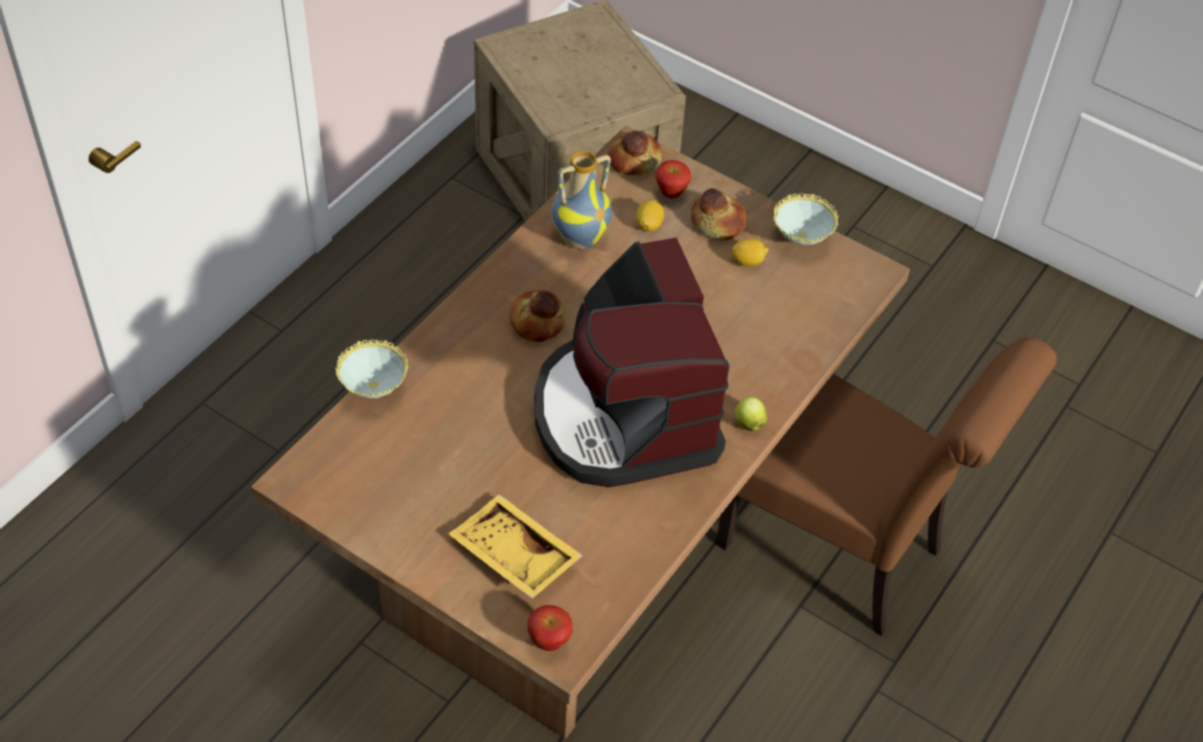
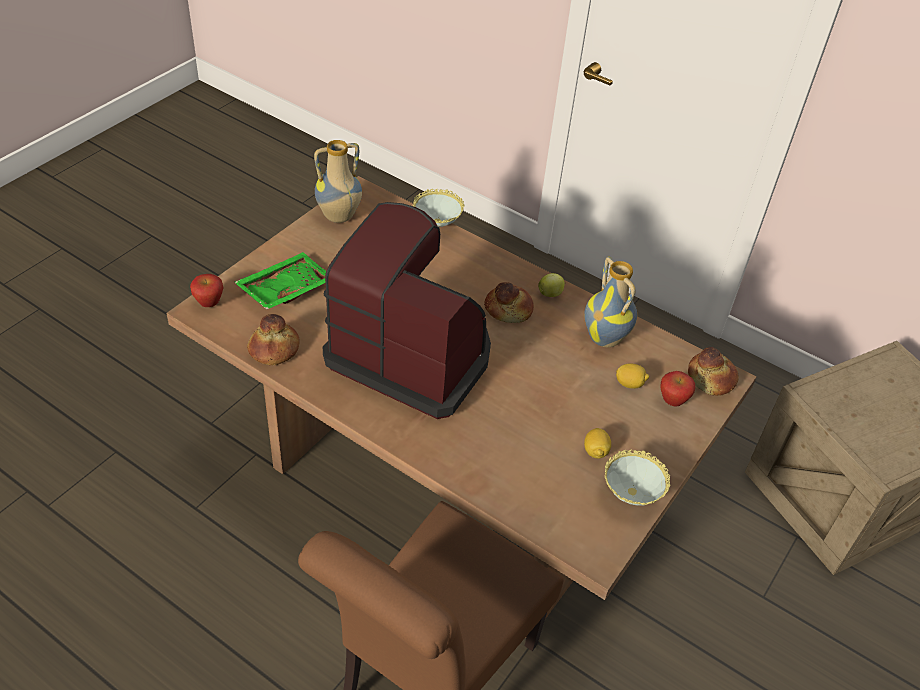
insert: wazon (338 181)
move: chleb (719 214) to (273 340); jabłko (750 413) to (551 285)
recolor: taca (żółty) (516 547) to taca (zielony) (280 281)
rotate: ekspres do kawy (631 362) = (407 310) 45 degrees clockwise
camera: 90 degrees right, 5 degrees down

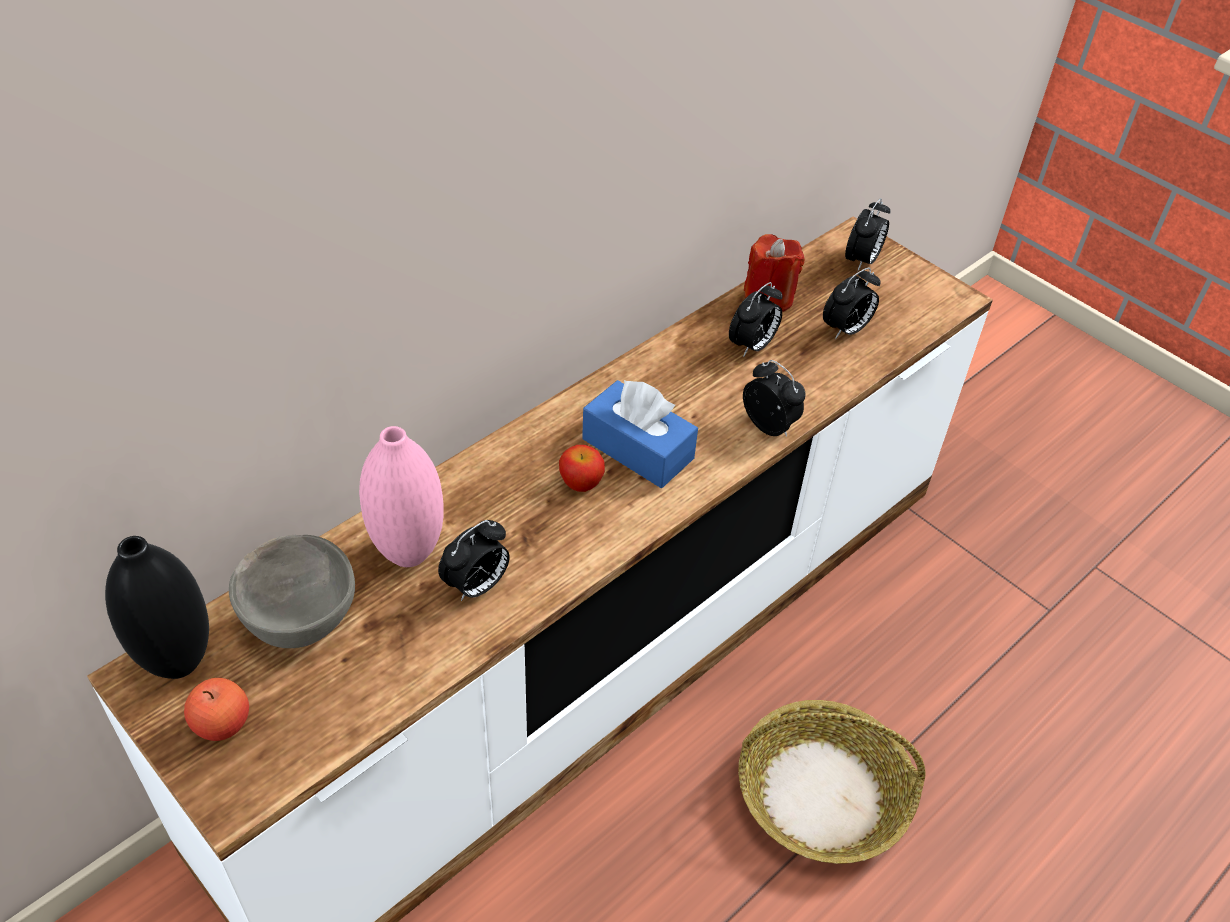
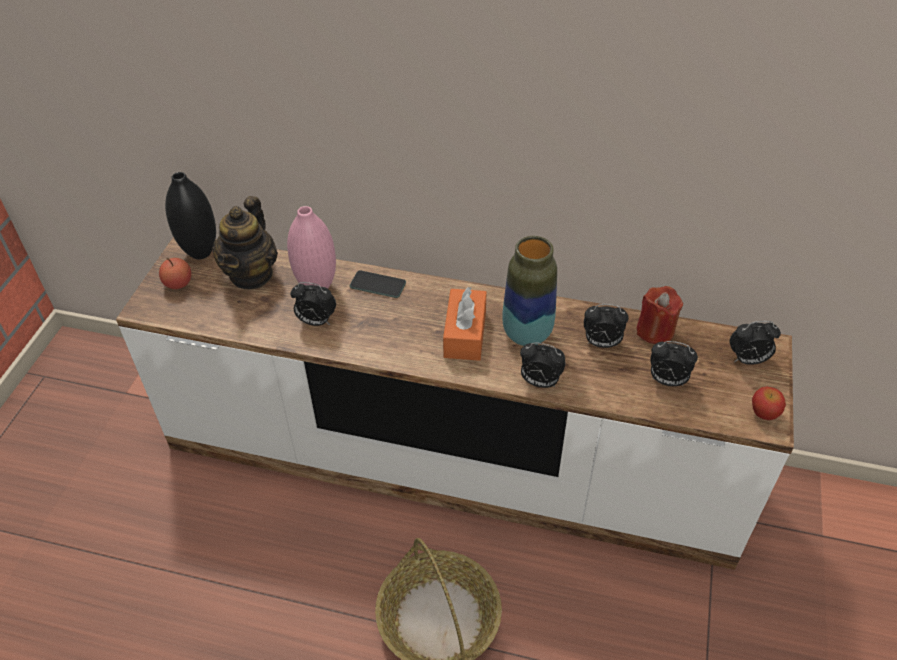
insert: wazon (529 291); telefon (378 284)
move: jabłko (582 468) to (769 403)
replace: miska (szary) (292 591) to imbryk (245 243)
recolor: pudełko chusteczek (niebieski) (640 434) to pudełko chusteczek (pomarańczowy) (465 324)
rotate: budzik (774 398) = (542 365) 90 degrees clockwise
camera: 60 degrees right, 0 degrees up

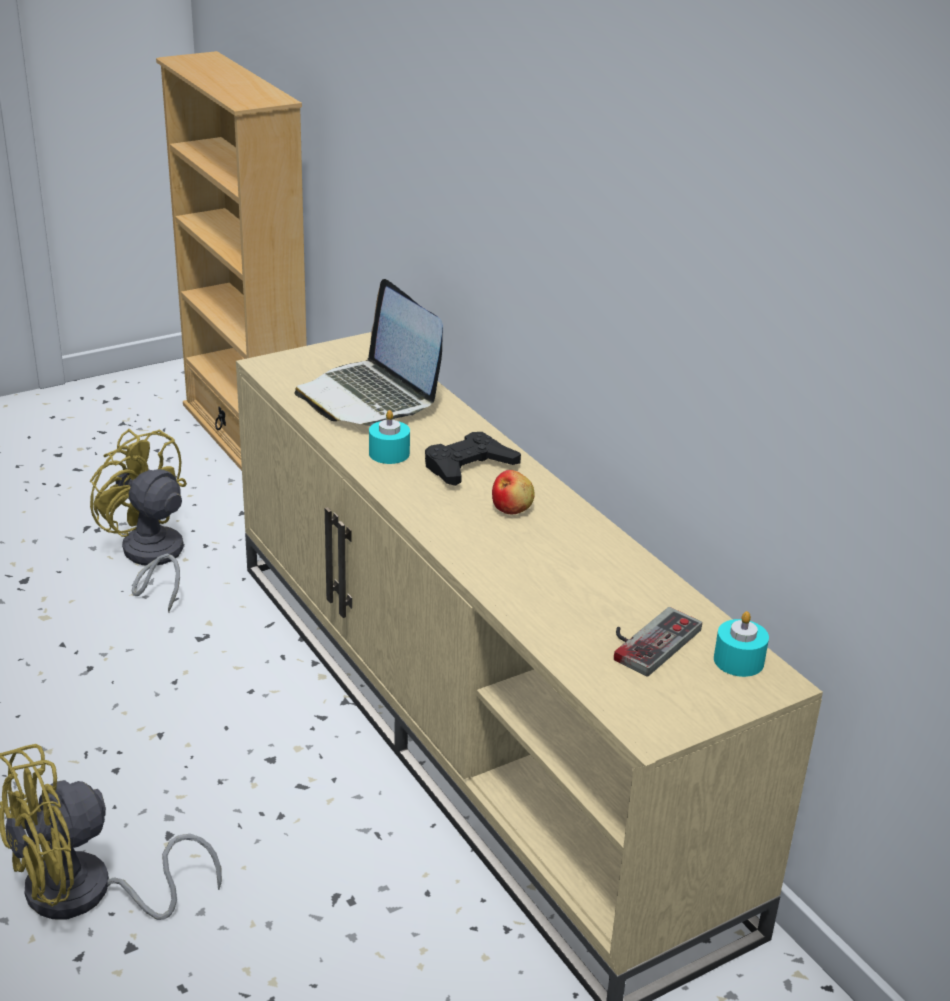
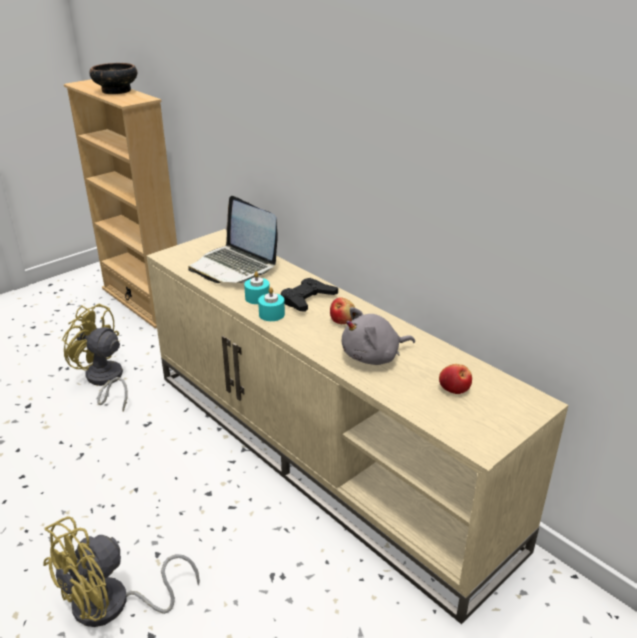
insert: miska (113 78); pluszak (szary) (378 336)
move: świeca (turkusowy) (741 644) to (271 304)
replace: pad do gier (658 642) to jabłko (455 379)
camera: 10 degrees left, 0 degrees up

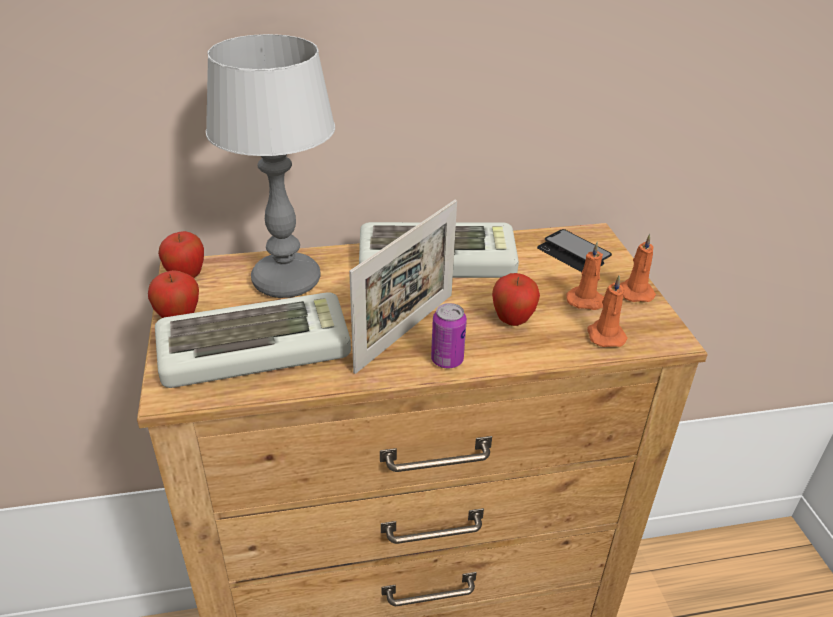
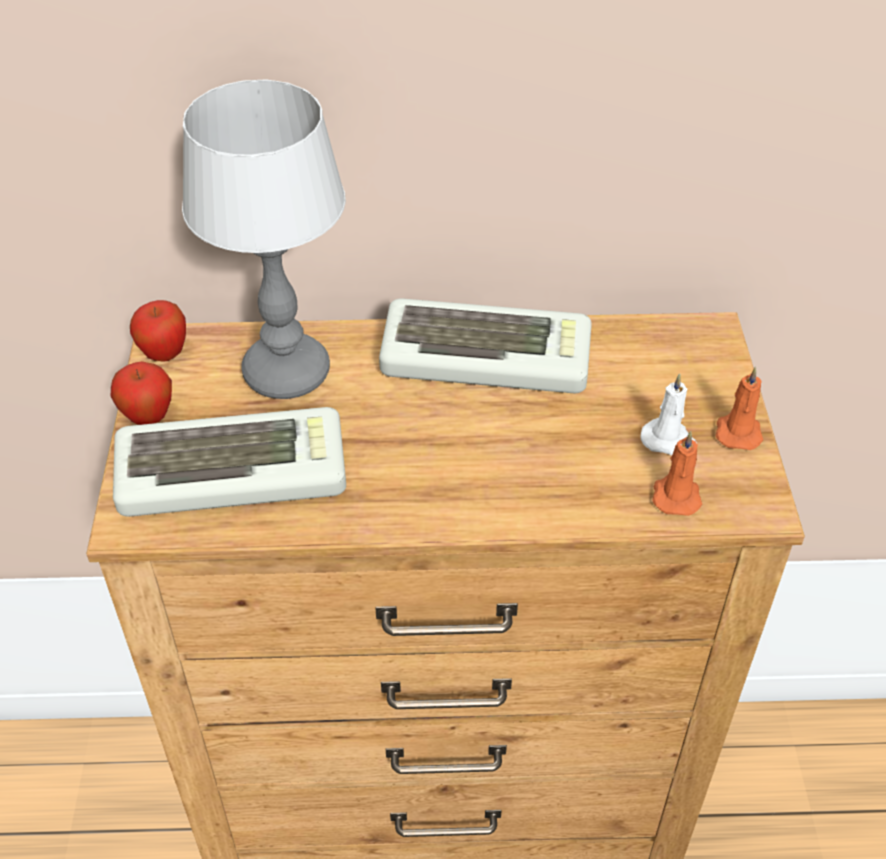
delete: ramka na zdjęcie (403 287); telefon (574 250); jabłko (516 299); puszka (449 335)
recolor: świeca (pomarańczowy) (585 275) to świeca (biały) (668 414)
camera: 10 degrees right, 10 degrees up

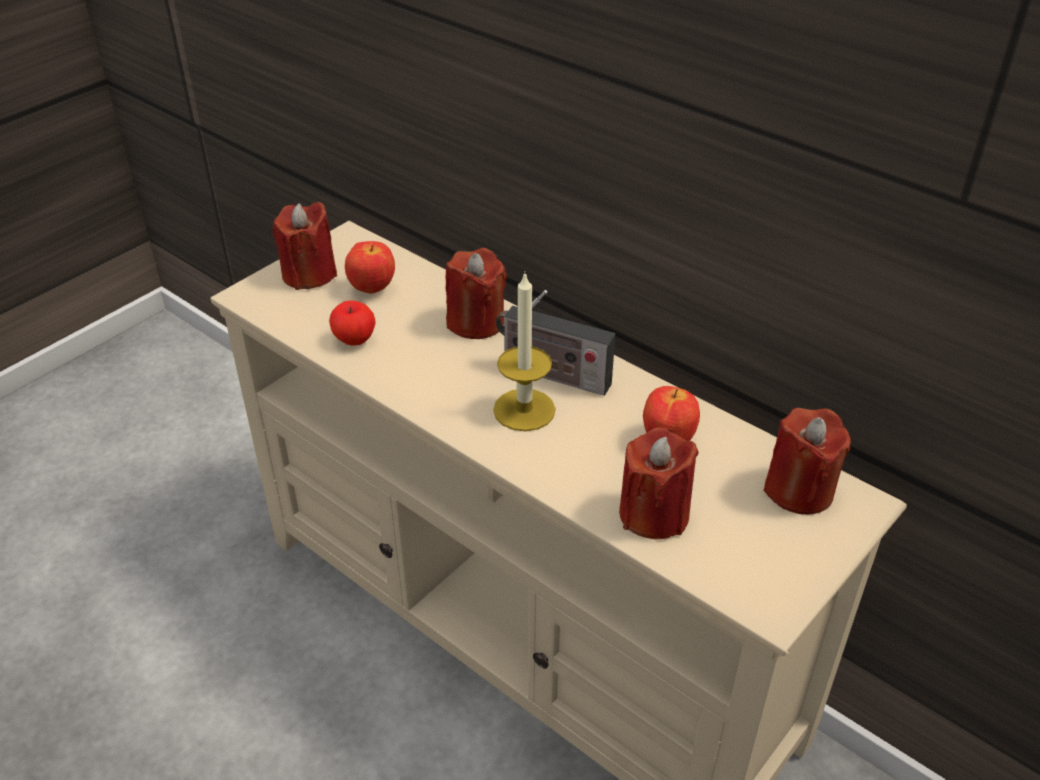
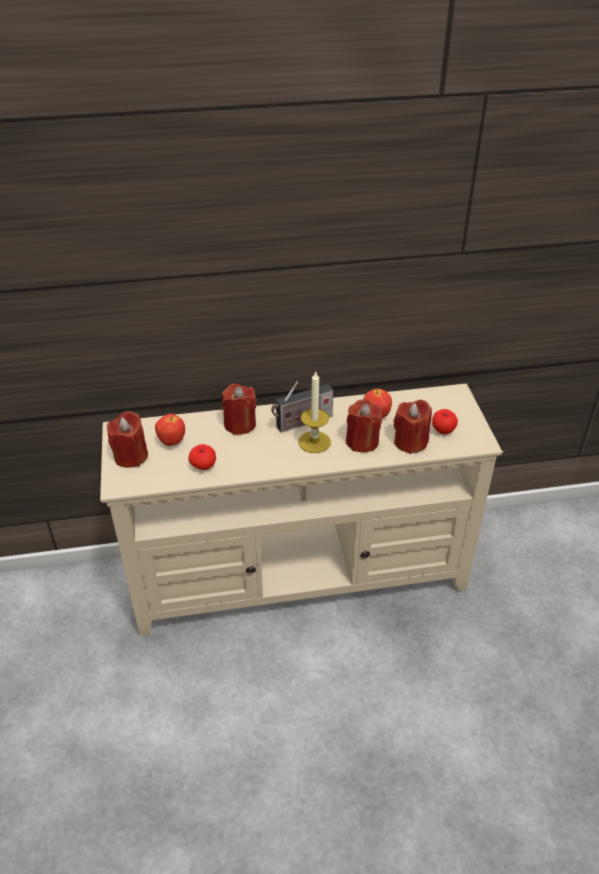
insert: jabłko (445 422)
move: świeca (czerwony) (807 461) to (364 426)
camera: 50 degrees left, 0 degrees up

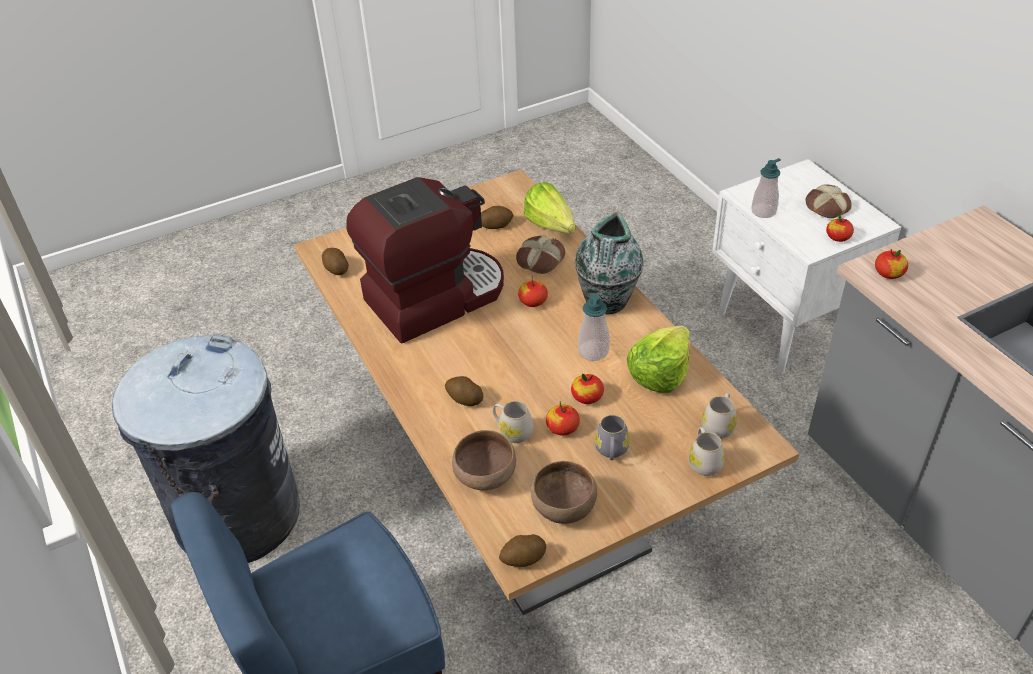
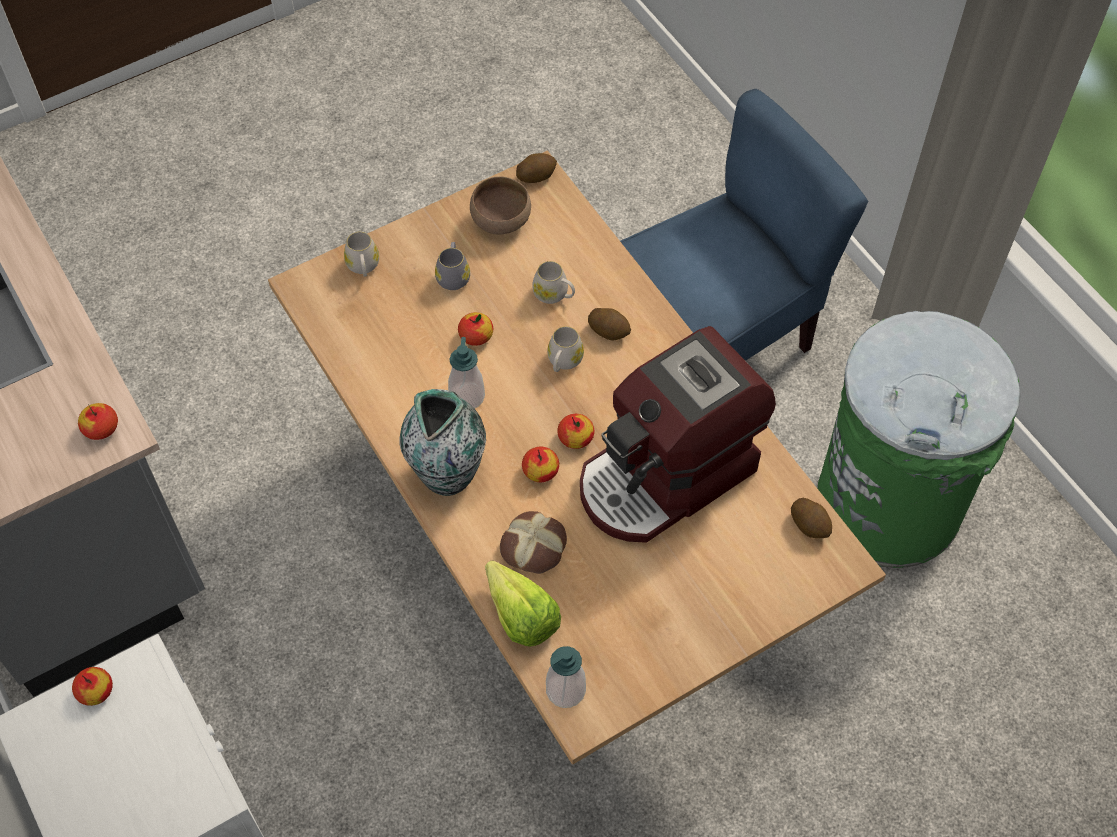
delete: chleb (828 201); ziemniak (497 217); sałata (658 359); miska (brązowy) (484 460)
move: dozownik mydła (766 188) to (566 677); kubek (biały) (719 416) to (565 349); jabłko (563 419) to (575 431)
recolor: kosz na śmieci (szary) (206 448) to kosz na śmieci (zielony) (919 439)
camera: 175 degrees right, 15 degrees up

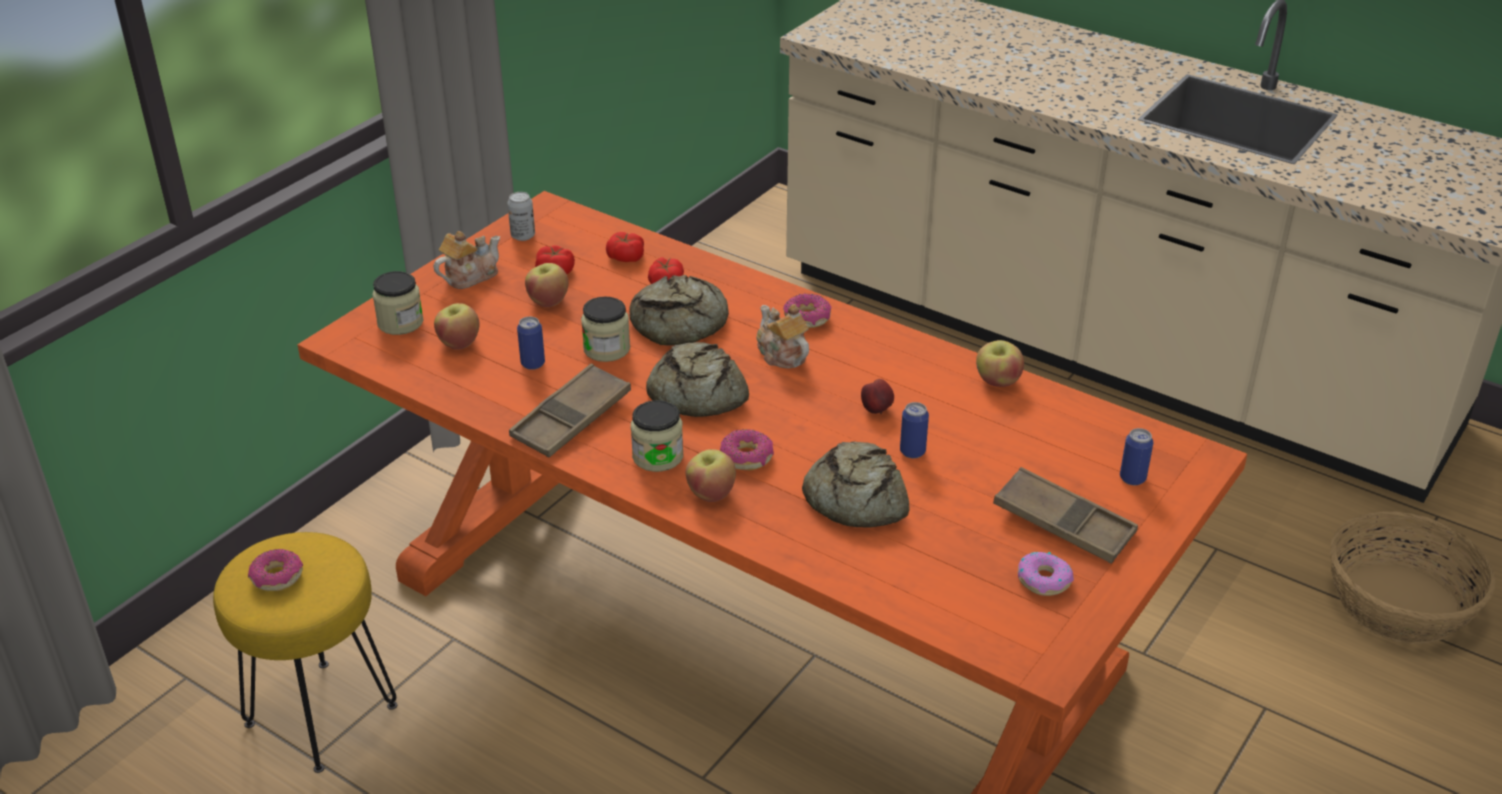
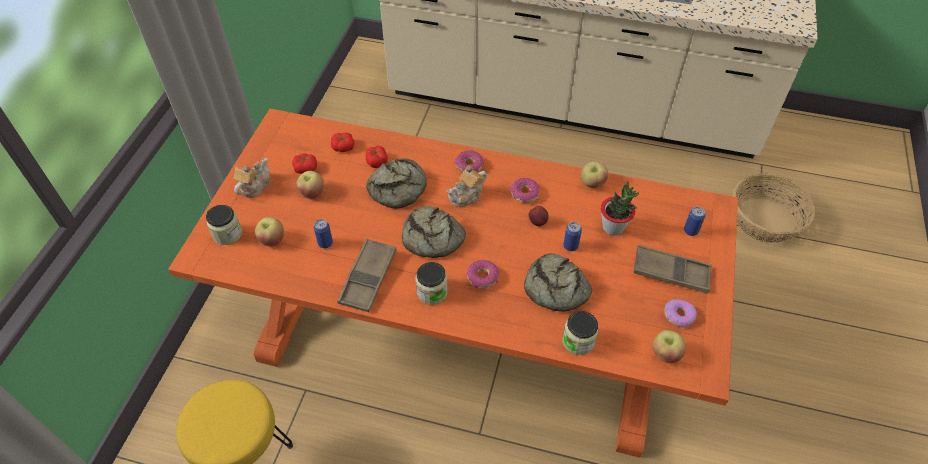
delete: puszka (521 216)
insert: roślina doniczkowa (620 208)
move: słoik (605 329) to (580 333); jabłko (711 475) to (669 346); donut (275 570) to (525 190)
rotate: imbryk (782 336) = (467 186) 75 degrees counterclockwise
camera: 20 degrees left, 15 degrees up

